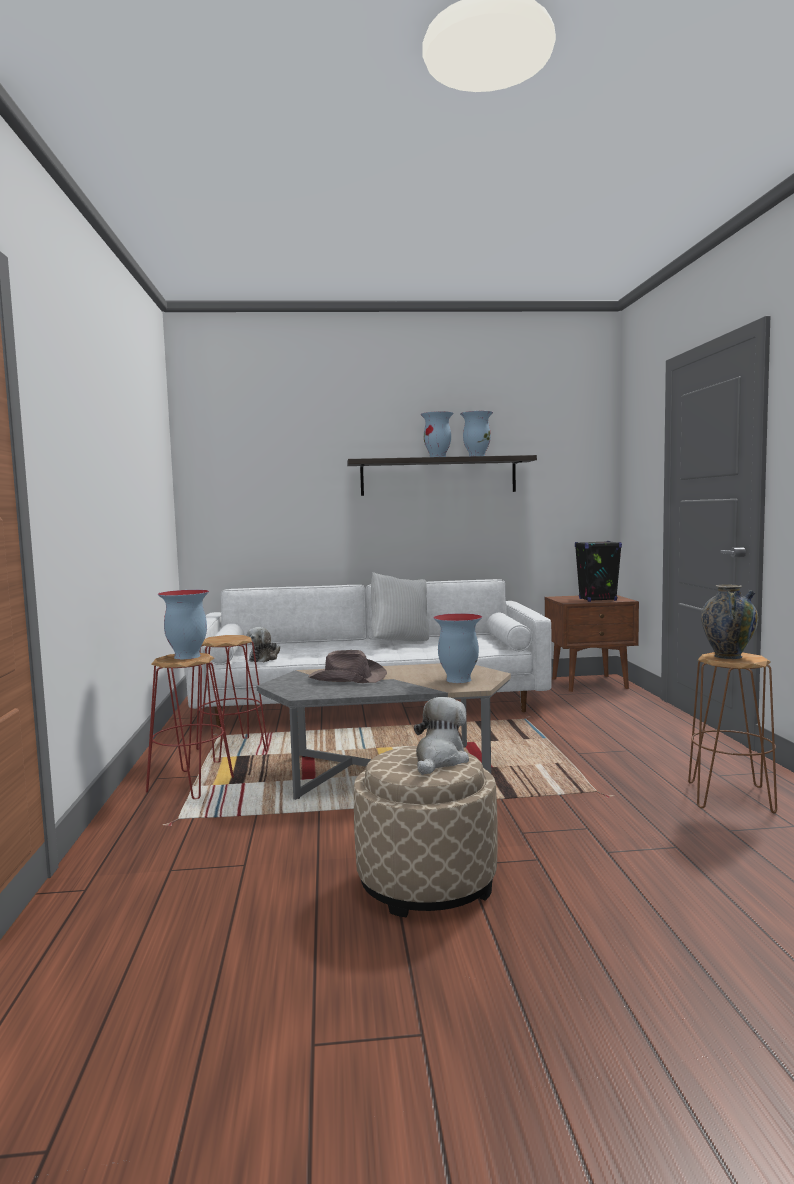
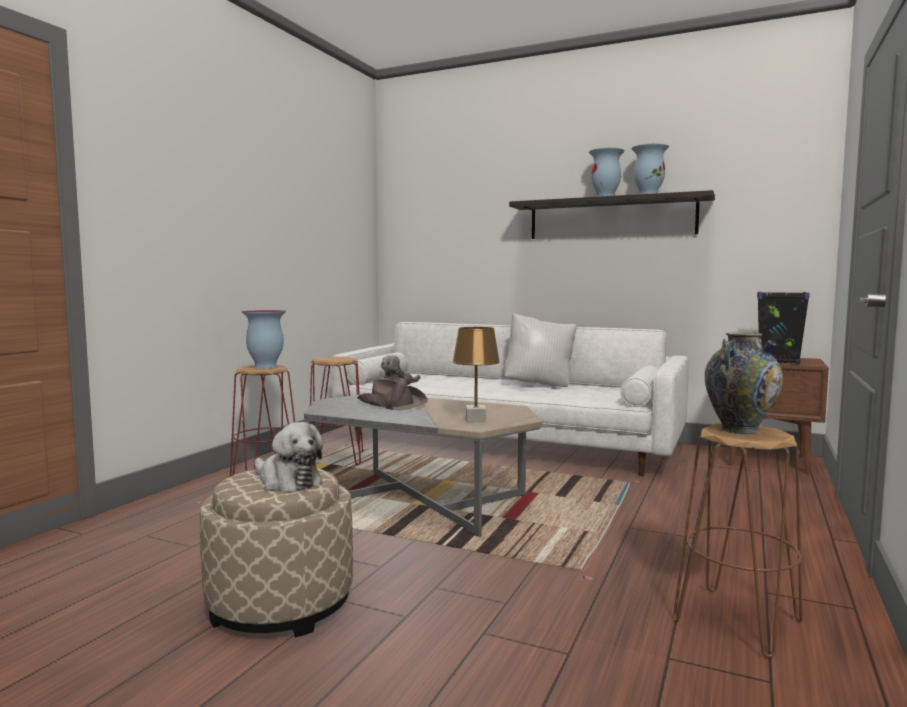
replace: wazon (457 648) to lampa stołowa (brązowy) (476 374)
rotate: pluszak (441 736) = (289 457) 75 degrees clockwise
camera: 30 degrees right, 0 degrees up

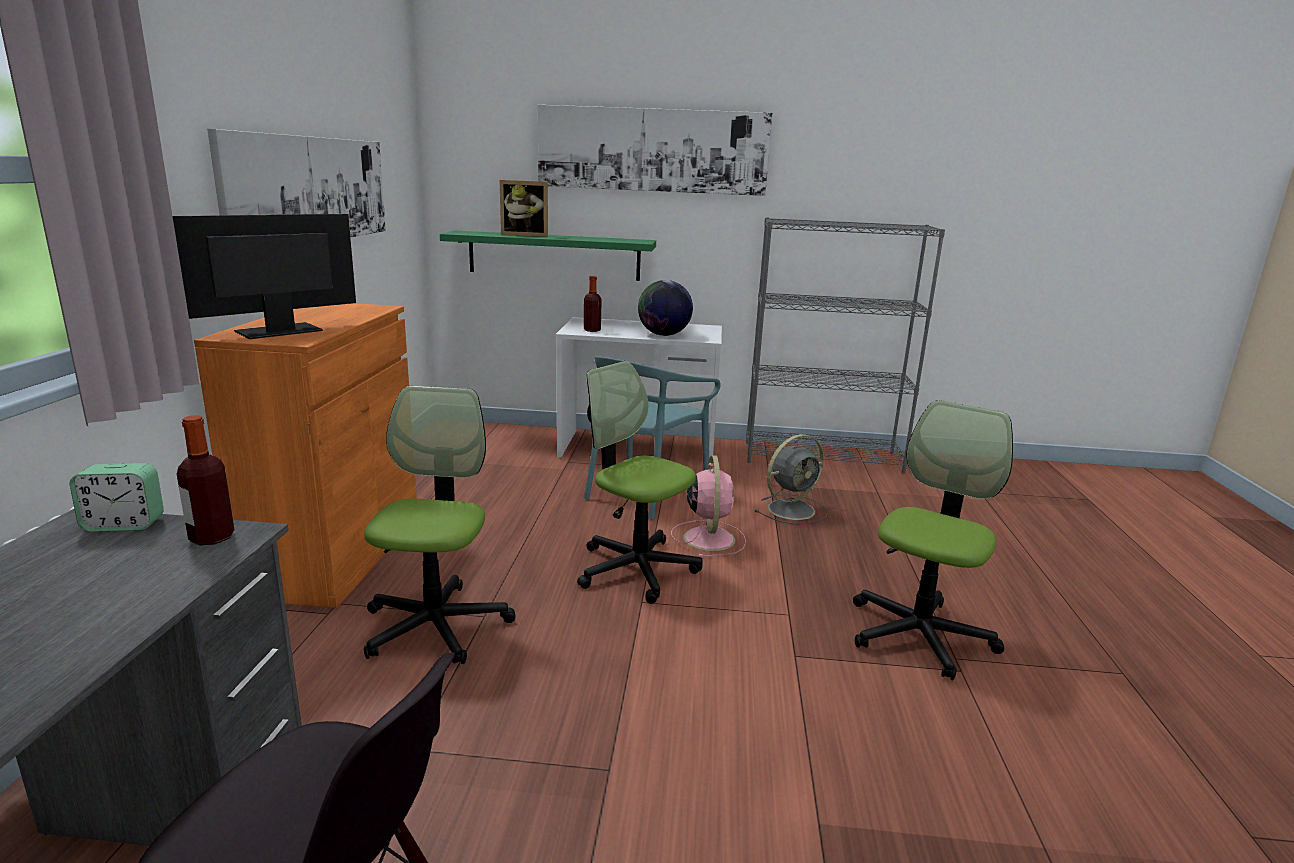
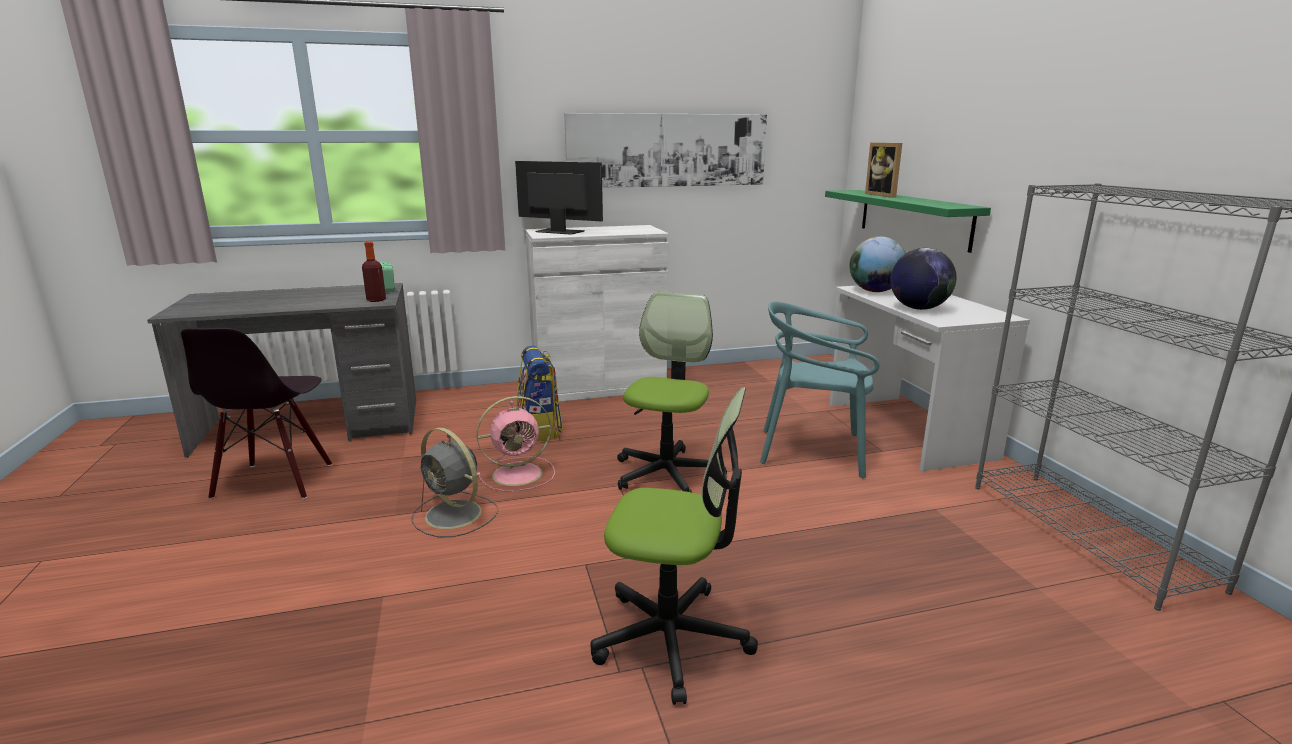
delete: obraz (655 150)
move: wentylator (szary) (791 479) to (454 482); wentylator (różowy) (708 506) to (515 443)
replace: butelka (593 304) to globus (878 264); krzesło biurowe (440 525) to plecak (539 394)
recolor: szafka (pomarańczowy) (305 455) to szafka (biały) (596 313)
camera: 70 degrees right, 0 degrees up

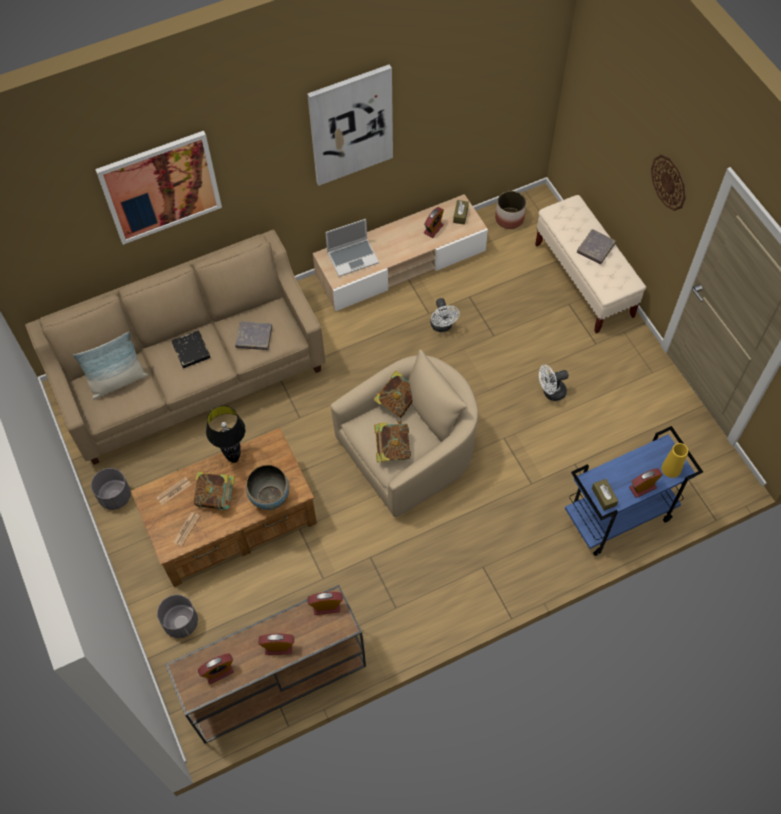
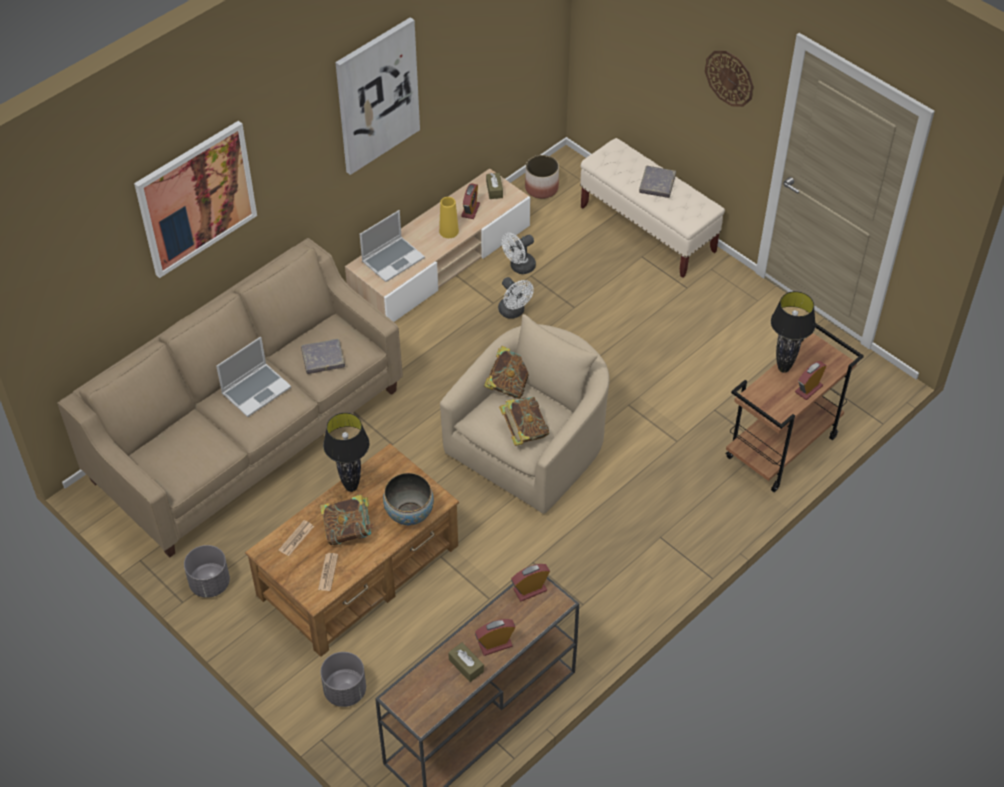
delete: poduszka (110 366); budzik (216 668)
insert: lampa stołowa (czarny) (793 332)
move: wentylator (biały) (554 383) to (519 253); wazon (żółty) (675 460) to (449 217); pudełko chusteczek (brązowy) (605 495) to (466 662)
replace: książka (czarny) (191 349) to laptop (253 377)
recolor: wózek (niebieski) (634 491) to wózek (brązowy) (795 408)
camera: 20 degrees left, 10 degrees down

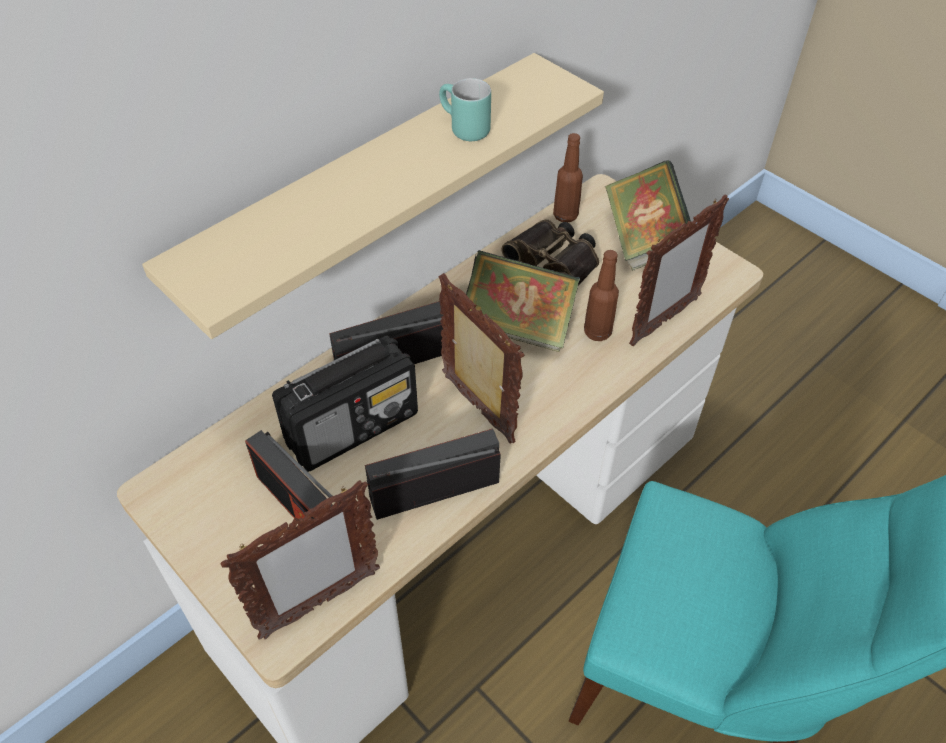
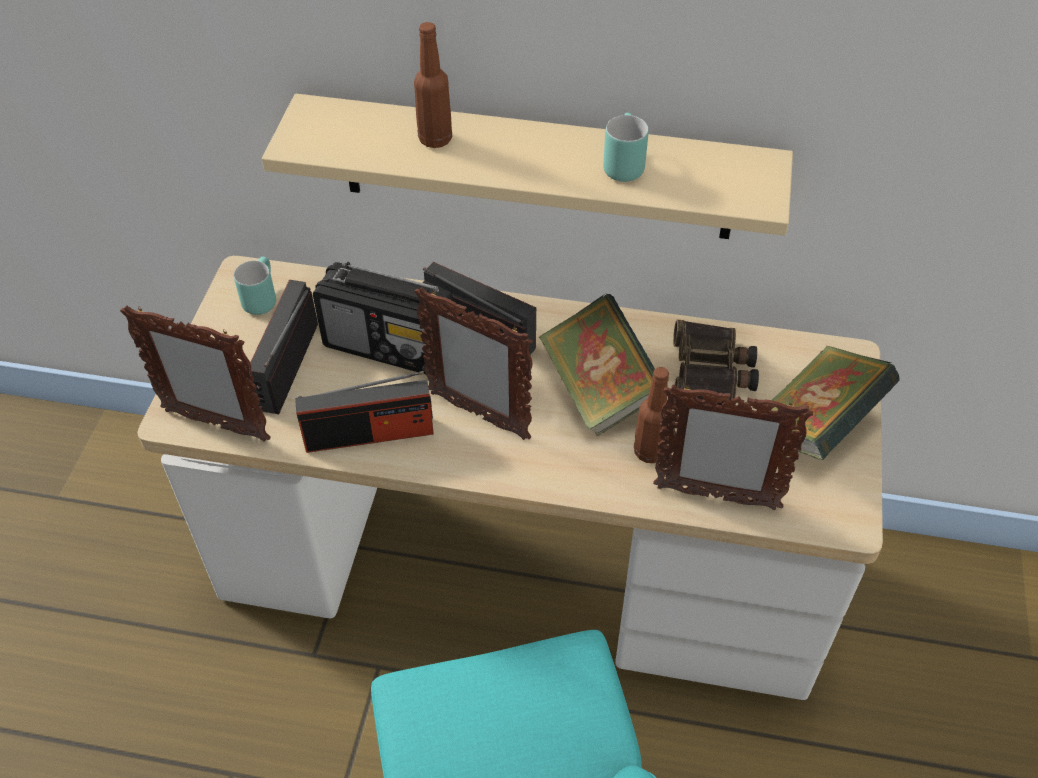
insert: kubek (turkusowy) (255 286)
move: butelka (brązowy) (568 178) to (433 85)
rotate: ramka na zdjęcie (481 358) = (473 363) 105 degrees clockwise; radio (433 474) = (364 412) 135 degrees clockwise
camera: 55 degrees right, 0 degrees up

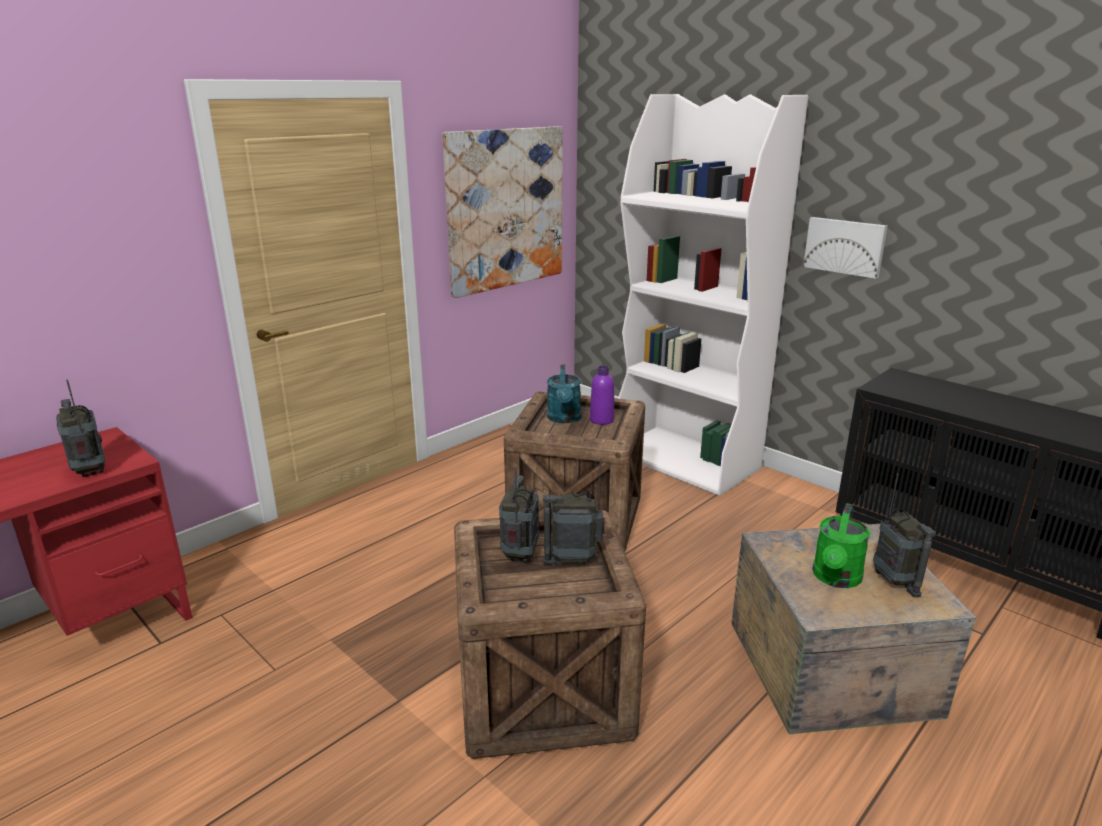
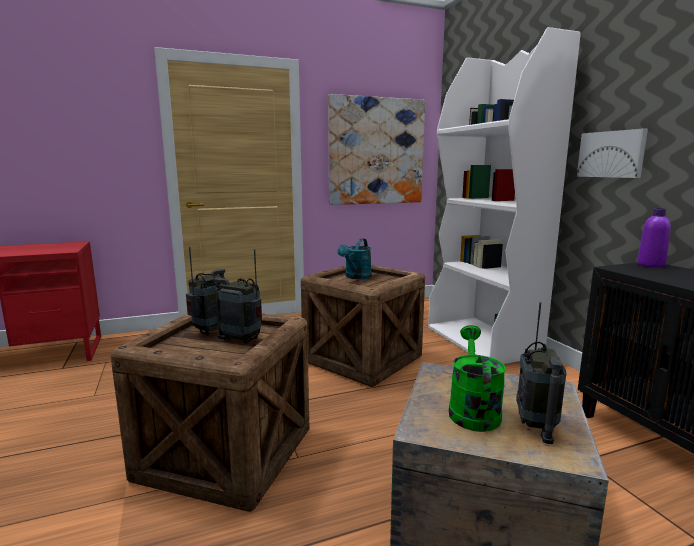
delete: radio (80 428)
move: butelka (fioletowy) (602 395) to (654 238)
rotate: konewka (zielony) (841 545) = (477 378) 135 degrees clockwise
camera: 25 degrees right, 10 degrees down

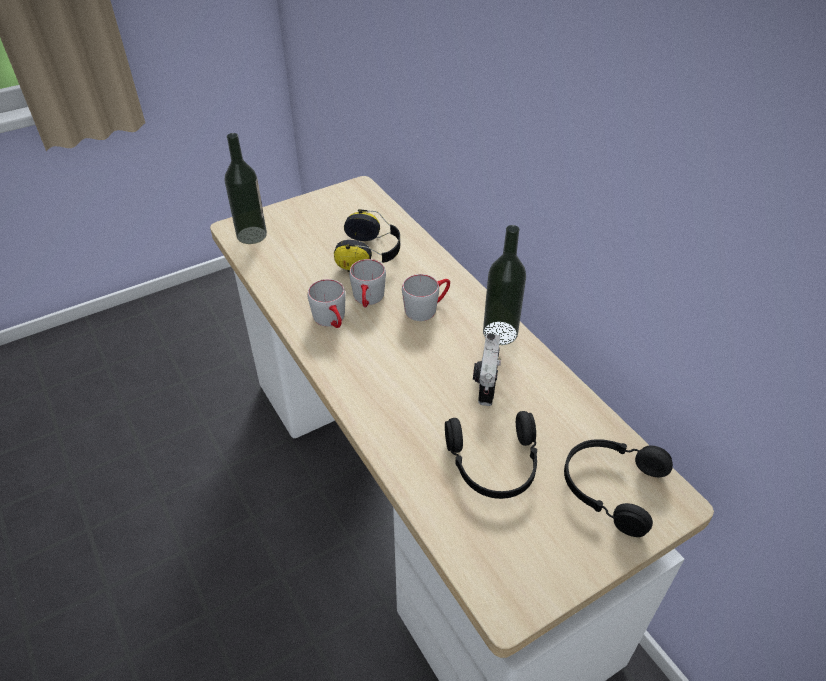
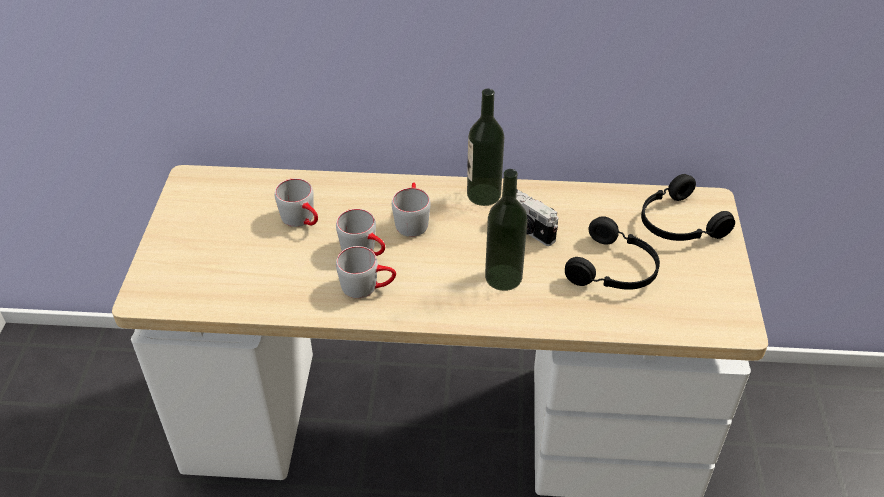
move: butelka (246 188) to (506 230)
replace: słuchawki (367 240) to kubek (szary) (296 202)
camera: 55 degrees left, 0 degrees up

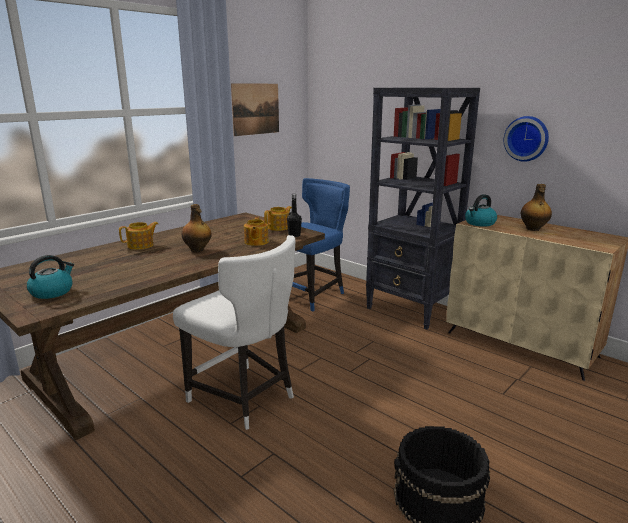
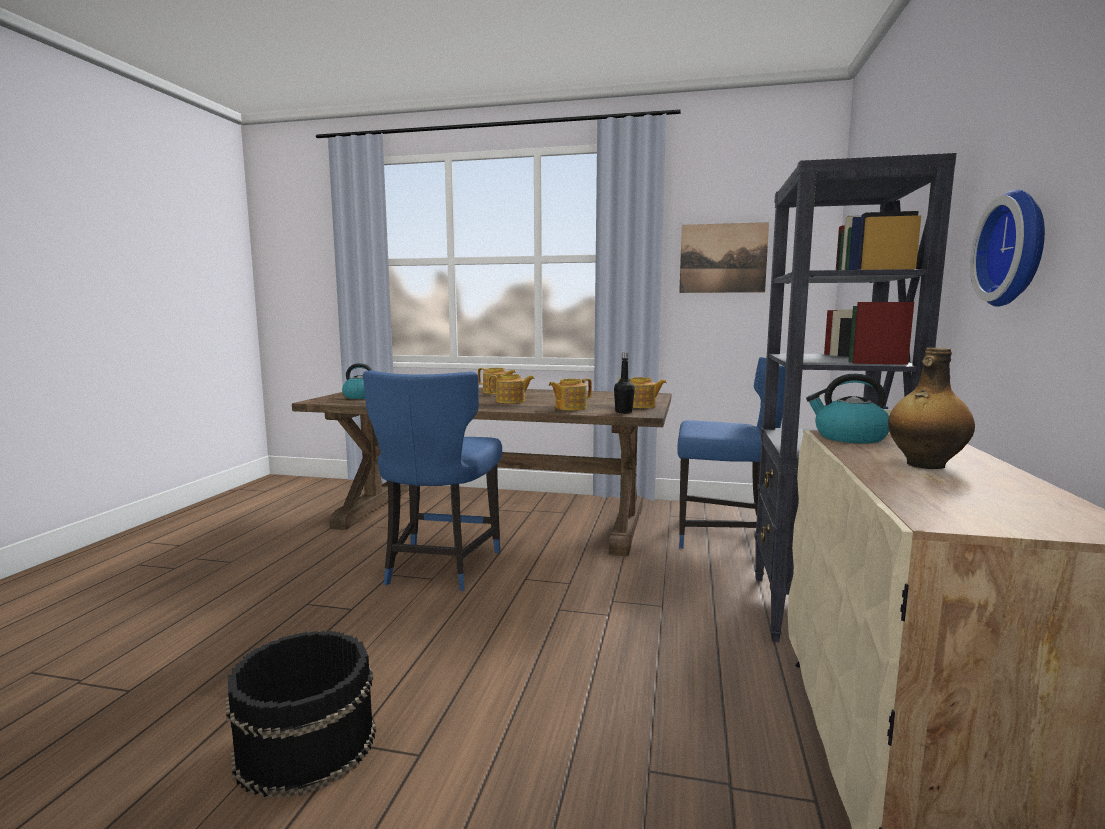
replace: butelka (197 228) to imbryk (511 389)
recolor: krzesło (biały) (234 332) to krzesło (niebieski) (432 480)
camera: 60 degrees right, 10 degrees down

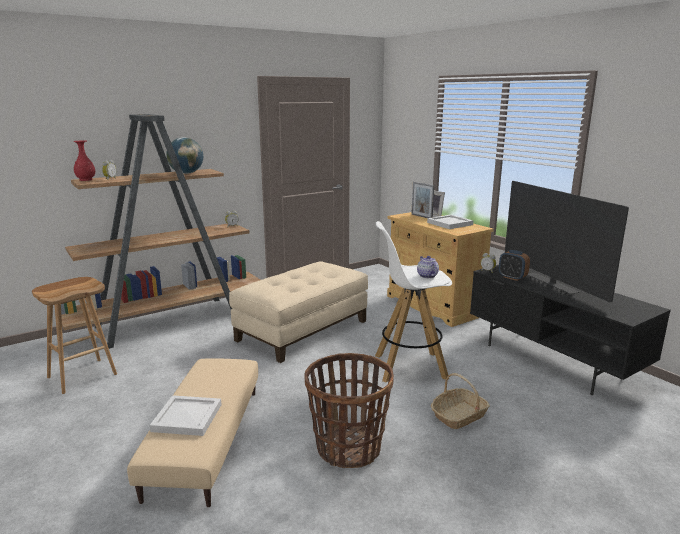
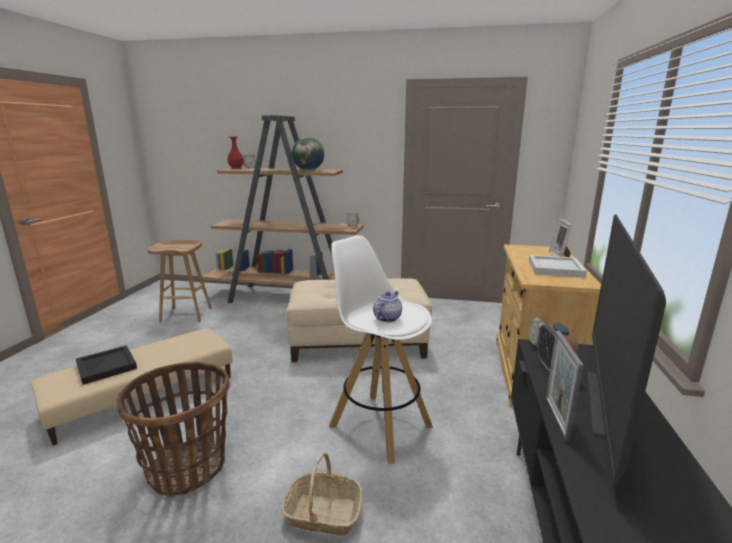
move: ramka na zdjęcie (422 200) to (564 386)
recolor: taca (biały) (186 415) to taca (czarny) (106 365)
camera: 45 degrees right, 0 degrees up

